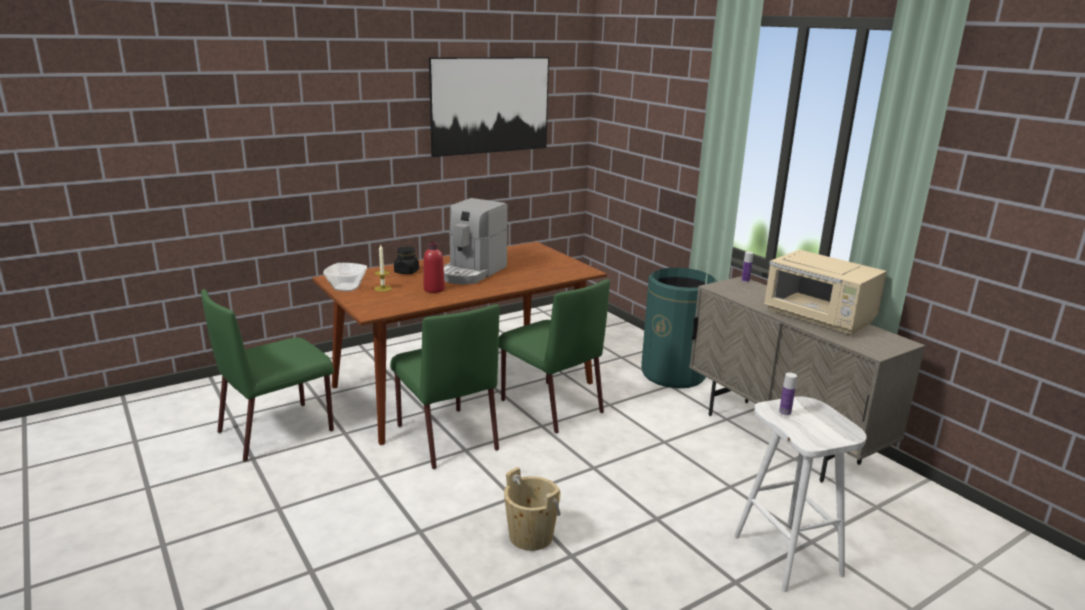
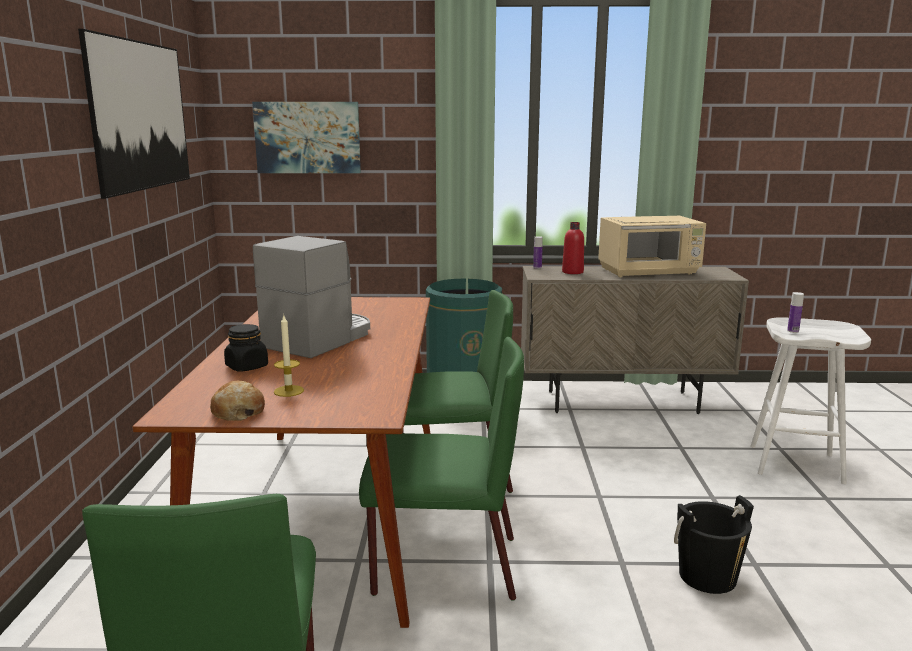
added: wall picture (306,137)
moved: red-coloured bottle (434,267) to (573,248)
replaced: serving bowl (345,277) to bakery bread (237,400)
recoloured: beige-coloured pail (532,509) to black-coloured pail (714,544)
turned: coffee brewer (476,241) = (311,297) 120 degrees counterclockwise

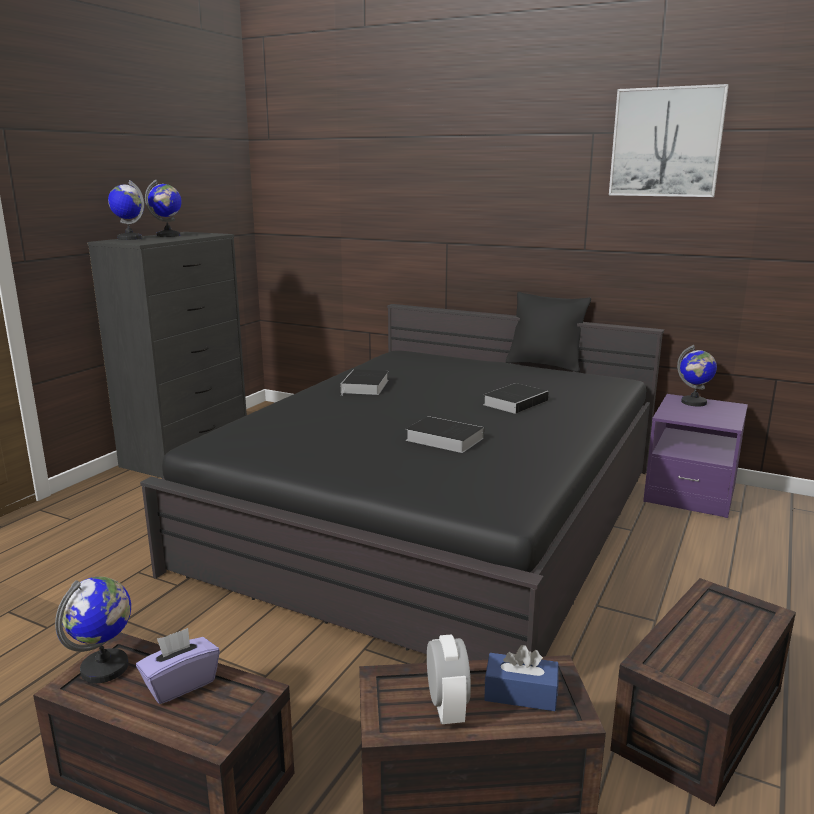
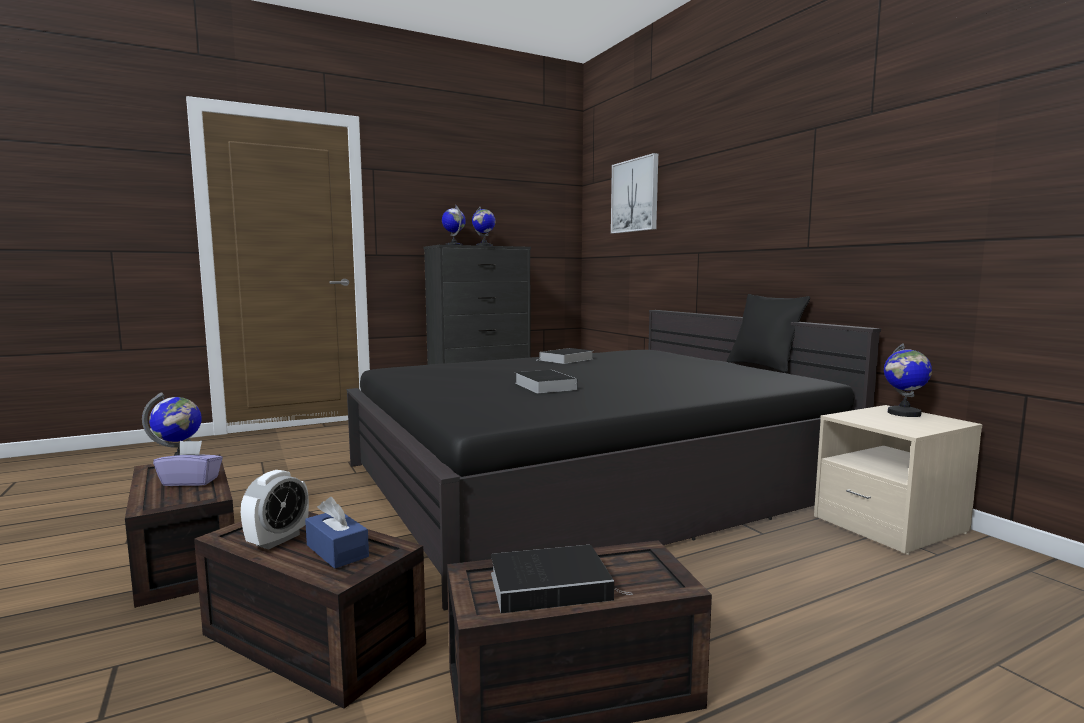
moved: bound book (517,398) to (562,579); wall picture (669,140) to (634,193)
recoloured: purple-coloured nightstand (695,456) to beige-coloured nightstand (898,480)

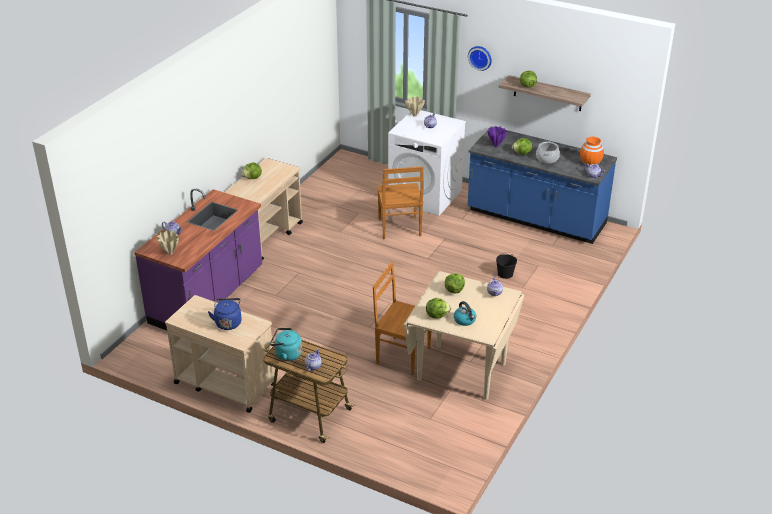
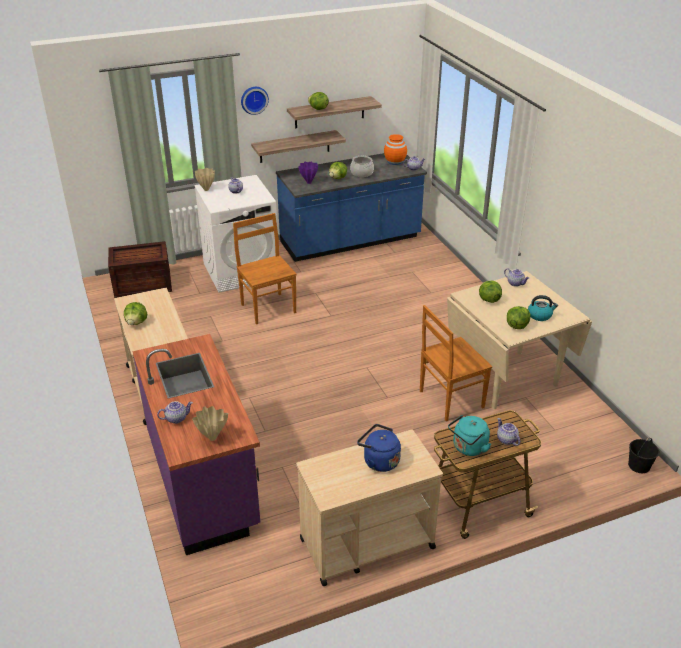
added: crate (140,269); shelf (298,146)
moved: black-coloured pail (506,265) to (643,455)
turned: brownish chair (400,202) = (265,268) 150 degrees counterclockwise

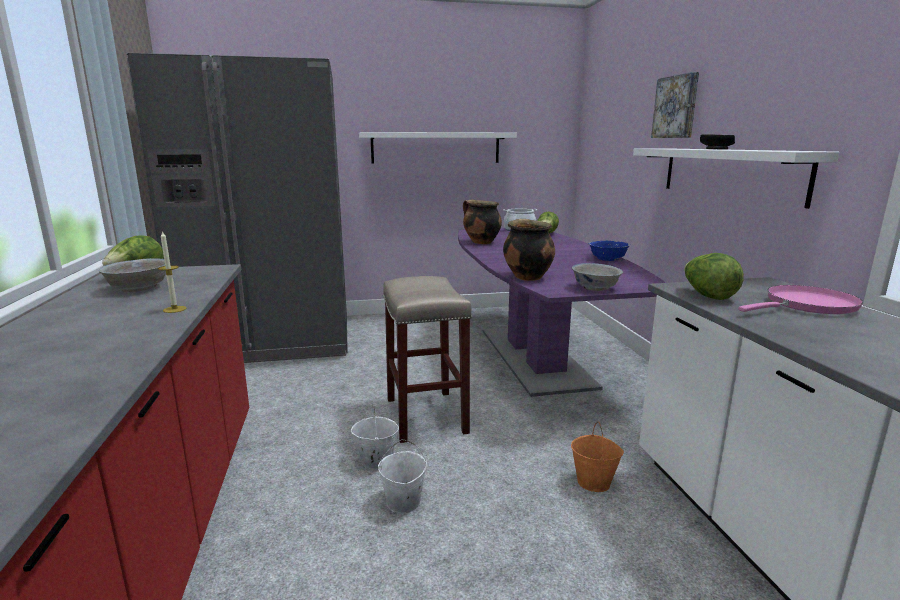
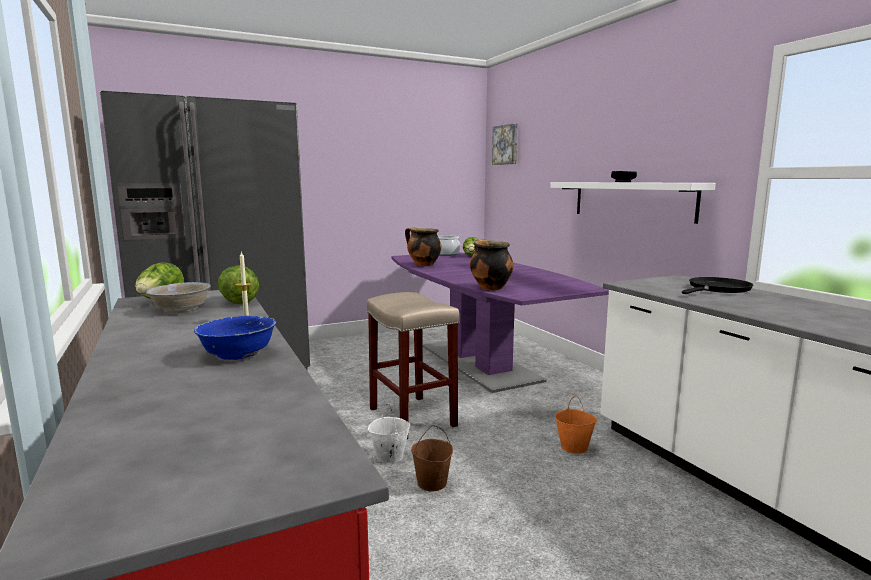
removed: white shelf (438,148); white serving bowl (597,277)
moved: blue serving bowl (609,251) to (235,338); wall picture (675,105) to (505,144); lettuce head (714,276) to (238,284)
recoloured: white pail (402,476) to brownish pail (432,458); pink frying pan (800,299) to black-coloured frying pan (717,285)

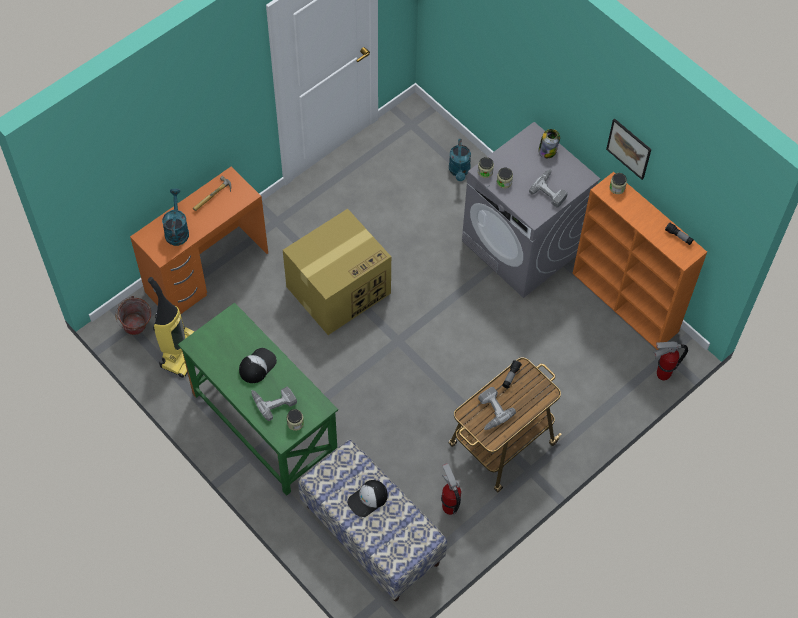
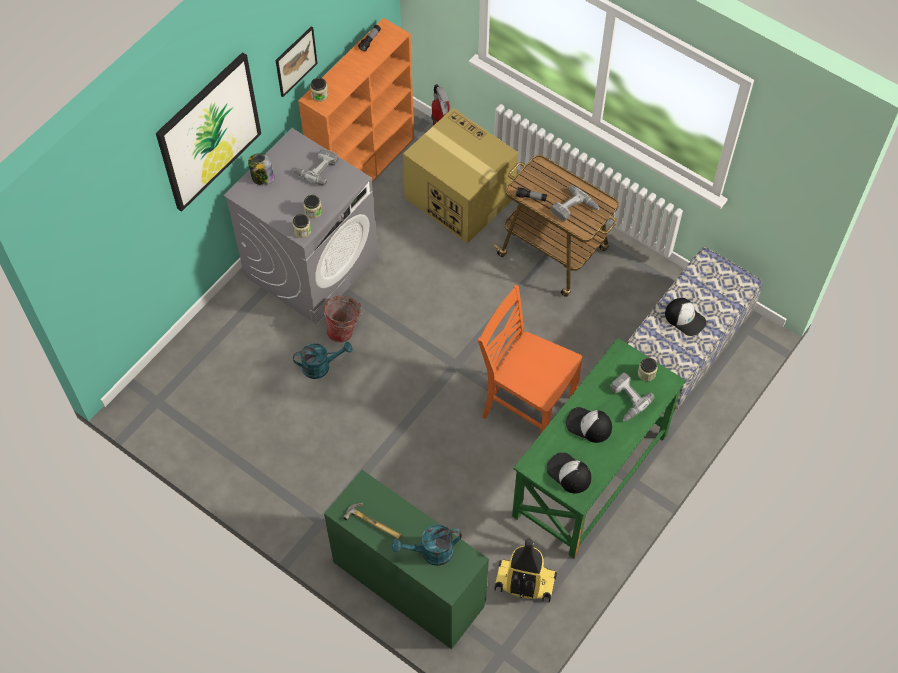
removed: fire extinguisher (451,489)
added: wall picture (208,132); orange chair (530,359); cap (568,472)
moved: pail (133,315) to (343,319); cardboard box (337,272) to (460,176); turquoise watering can (460,160) to (323,360)
recoloured: orange desk unit (199,240) to green desk unit (406,559)

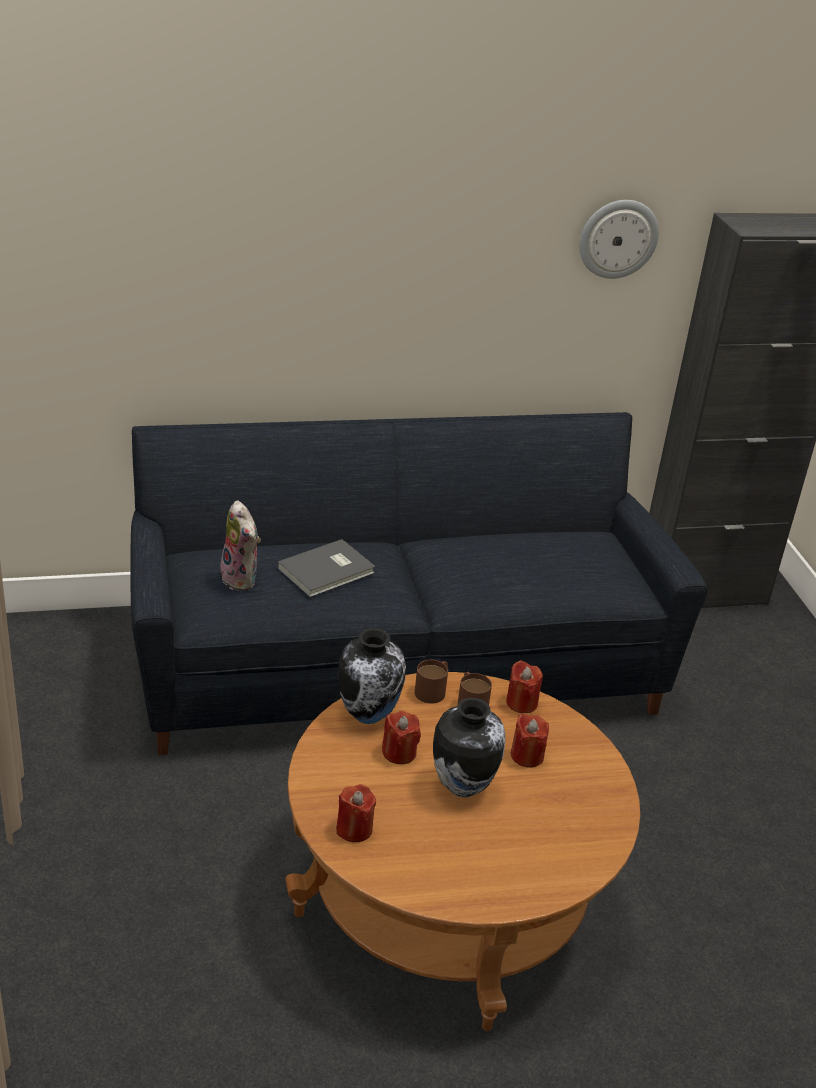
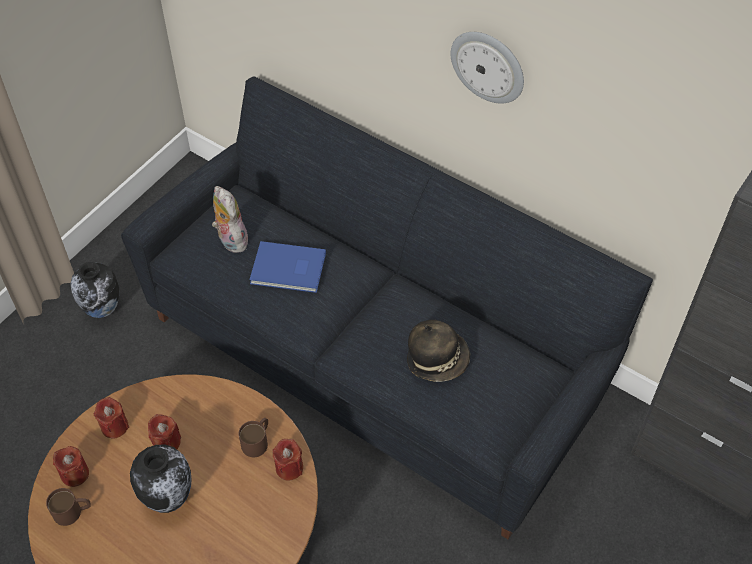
added: hat (438,351)
moved: flower vase (372,676) to (94,290); brownish mug (431,682) to (68,507); red-coloured wax candle (530,741) to (111,418); wall clock (619,239) to (487,68)
recoloured: gray bound book (326,568) to blue bound book (287,267)
turned: cuddly toy (239,545) = (231,219) 135 degrees clockwise

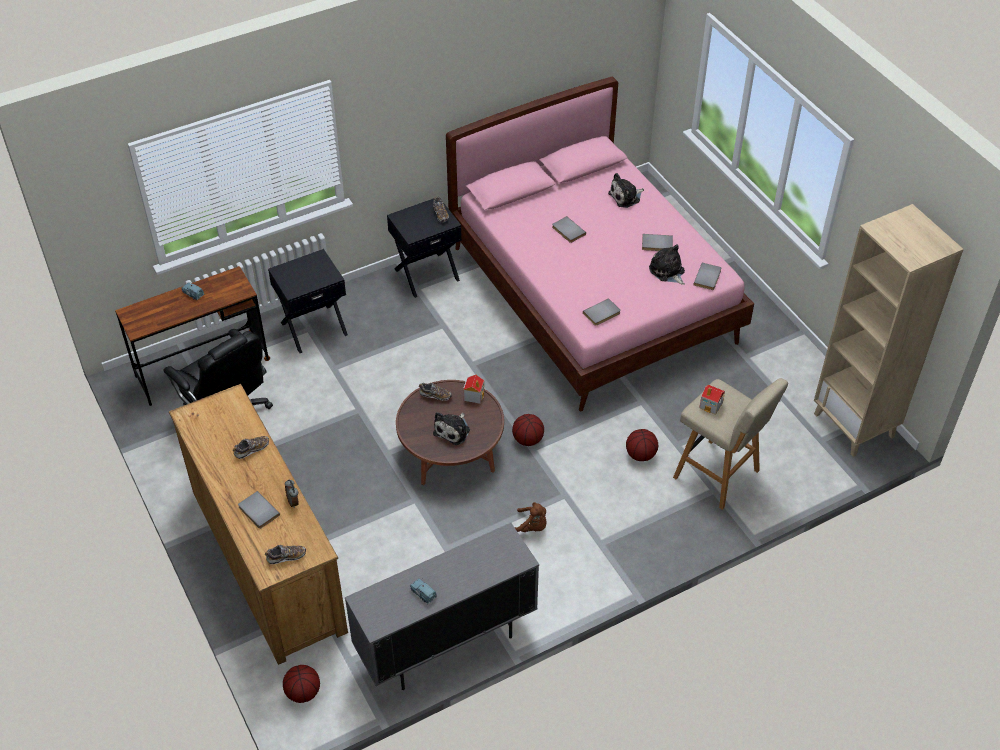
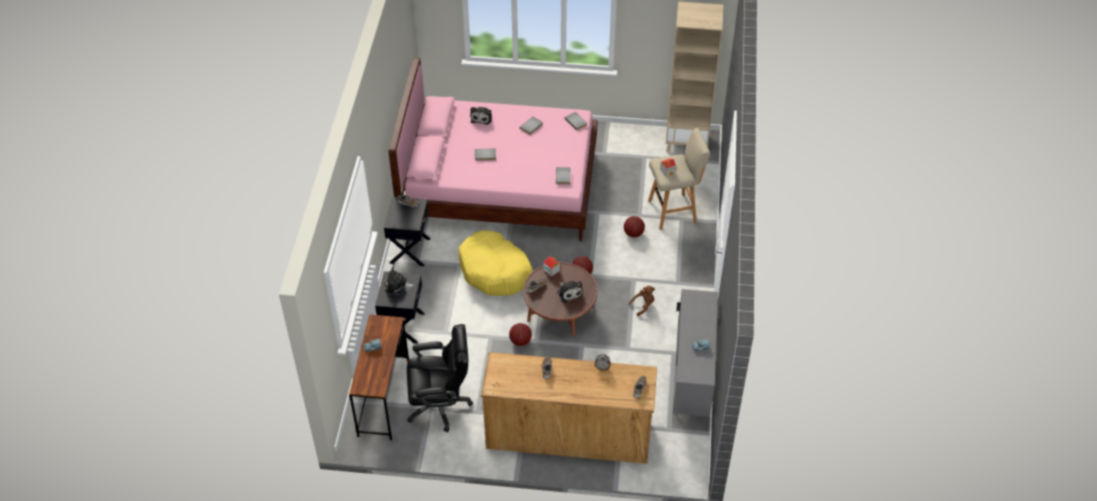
removed: gray bound book (259,510)
added: yellow-coloured dog cushion (495,263)
moved: basketball (301,684) to (520,334); cuddly toy (667,265) to (400,281)

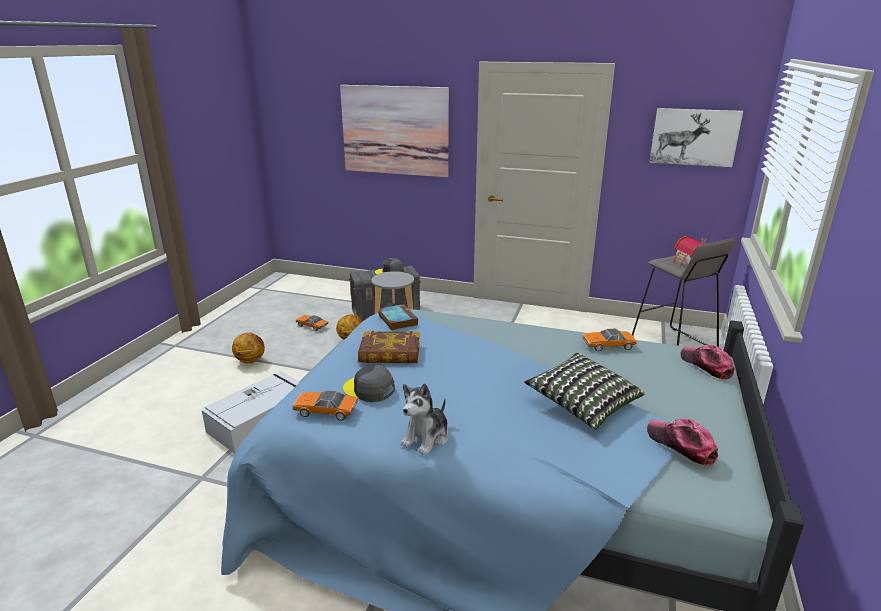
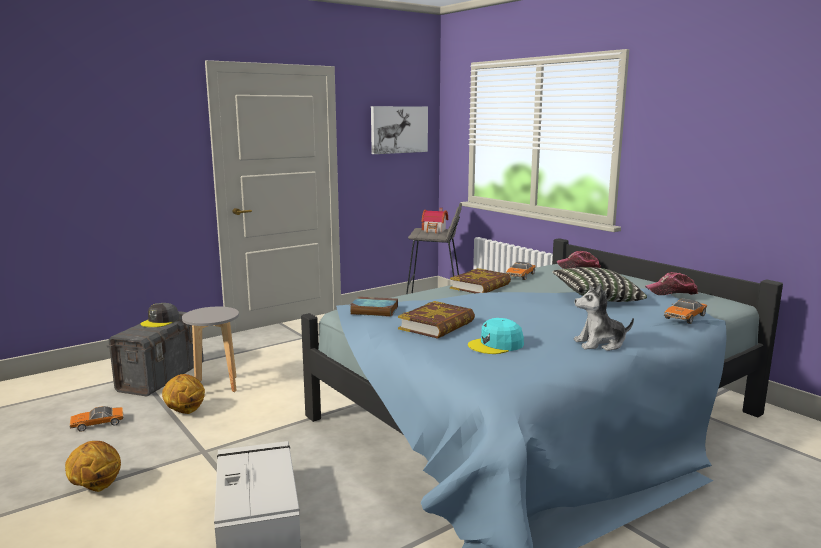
removed: wall picture (394,131)
added: bound book (480,281)
moved: model car (325,405) to (685,311)
recoloured: gray cap (369,383) to turquoise cap (496,336)
turned: cuddly toy (424,419) = (604,317) 105 degrees clockwise

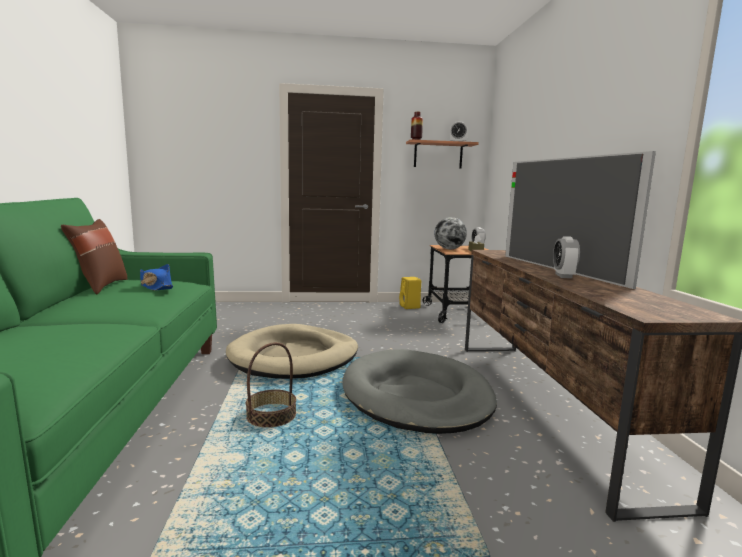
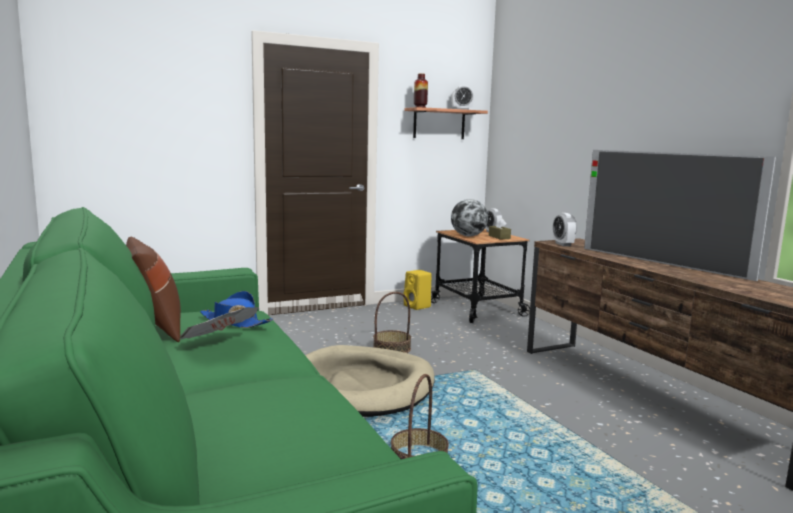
removed: gray dog cushion (419,391)
added: printed paper (218,323); basket (392,322)
moved: bedside clock (566,257) to (565,229)

